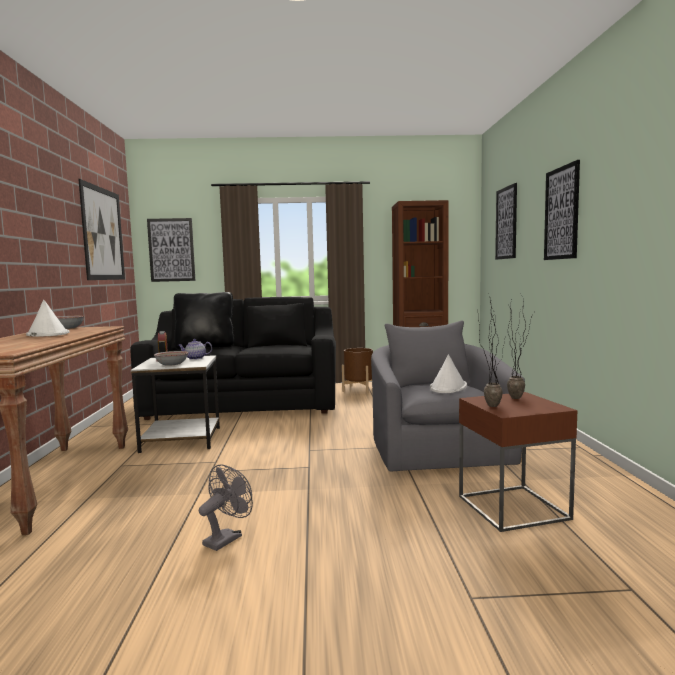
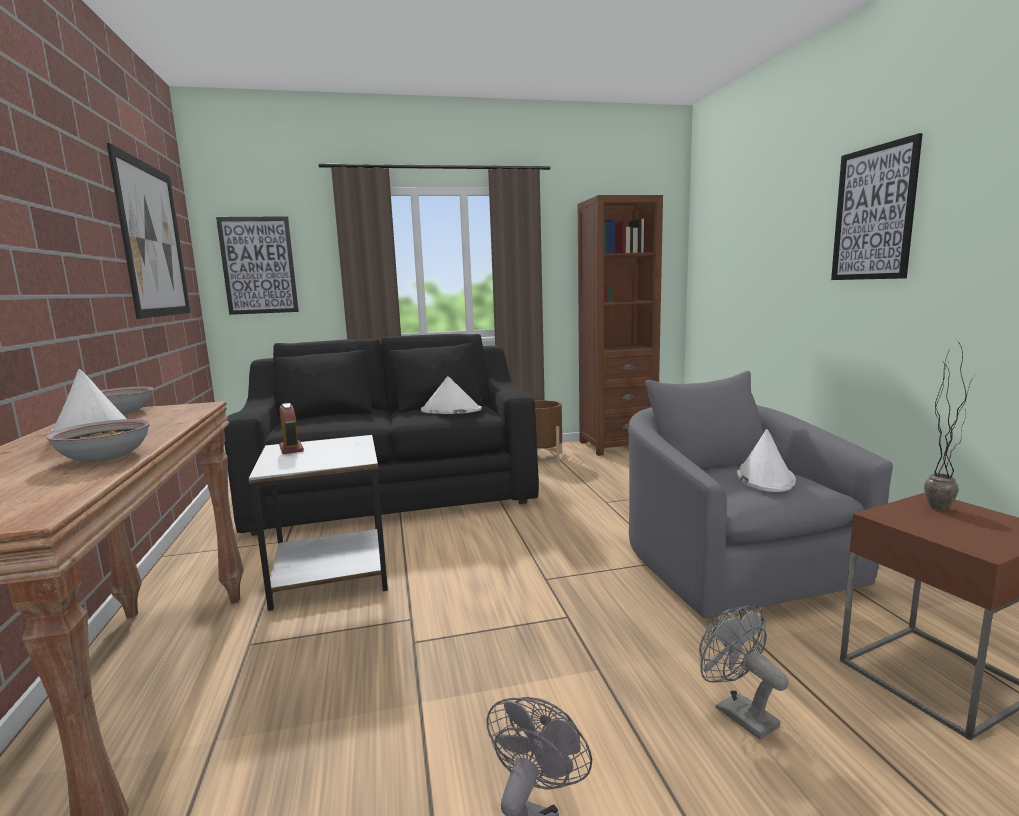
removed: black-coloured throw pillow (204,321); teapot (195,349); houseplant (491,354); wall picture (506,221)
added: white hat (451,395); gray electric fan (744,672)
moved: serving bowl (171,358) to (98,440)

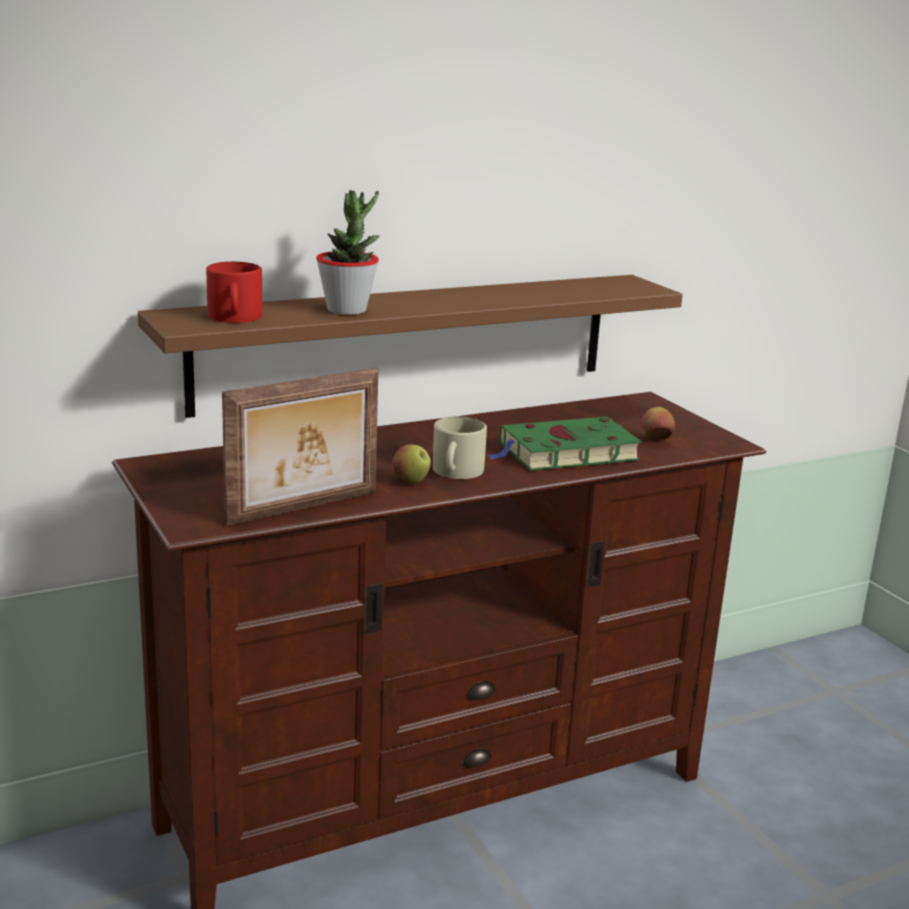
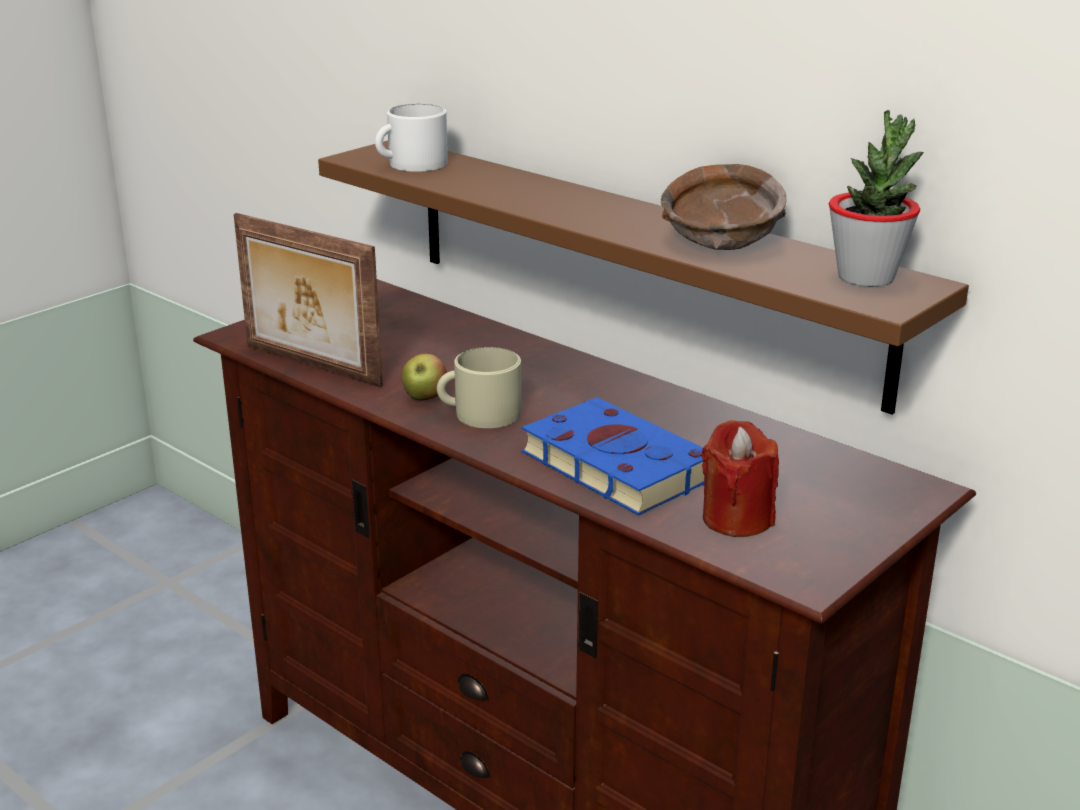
added: brownish serving bowl (723,207)
moved: houseplant (348,252) to (876,198)
replaced: apple (657,424) to red-coloured wax candle (740,478)
recoloured: red-coloured mug (234,292) to white mug (411,138); green bound book (565,444) to blue bound book (613,456)

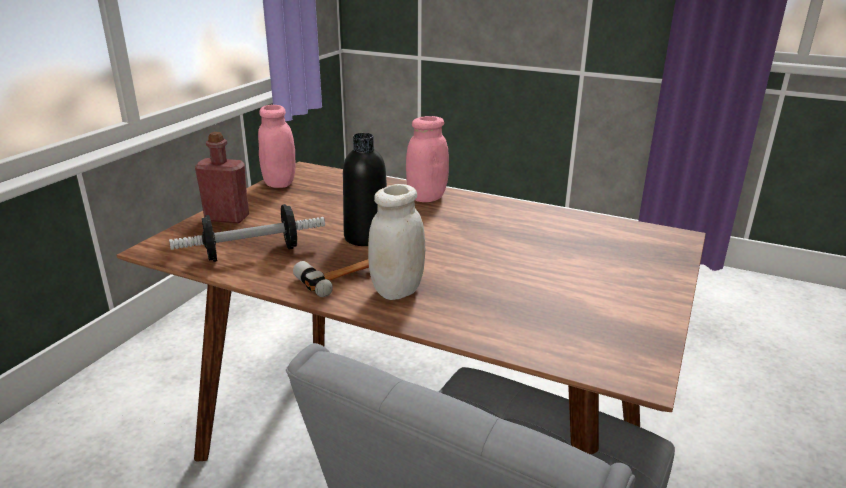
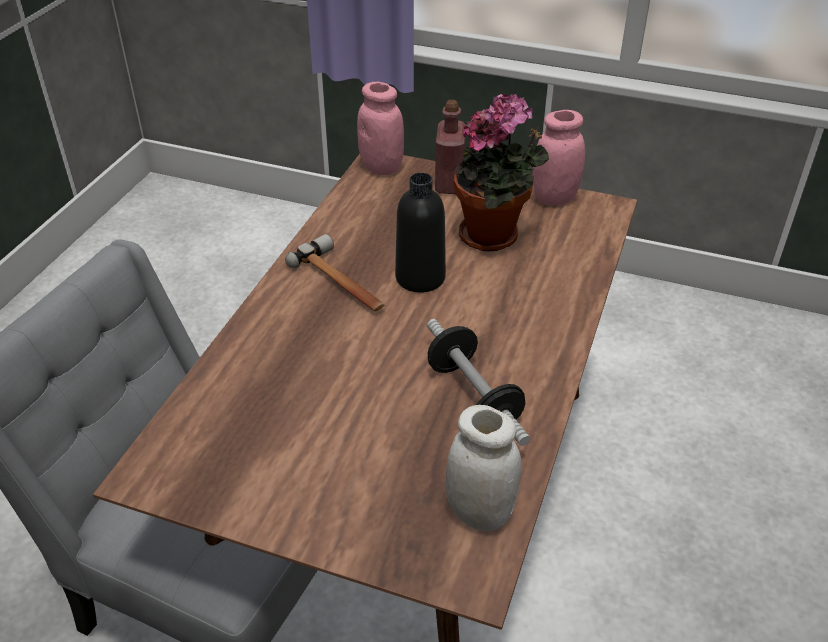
added: houseplant (501,173)
moved: dumbbell (247,233) to (478,382); white storage jar (396,242) to (484,468); pink storage jar (427,159) to (380,128)

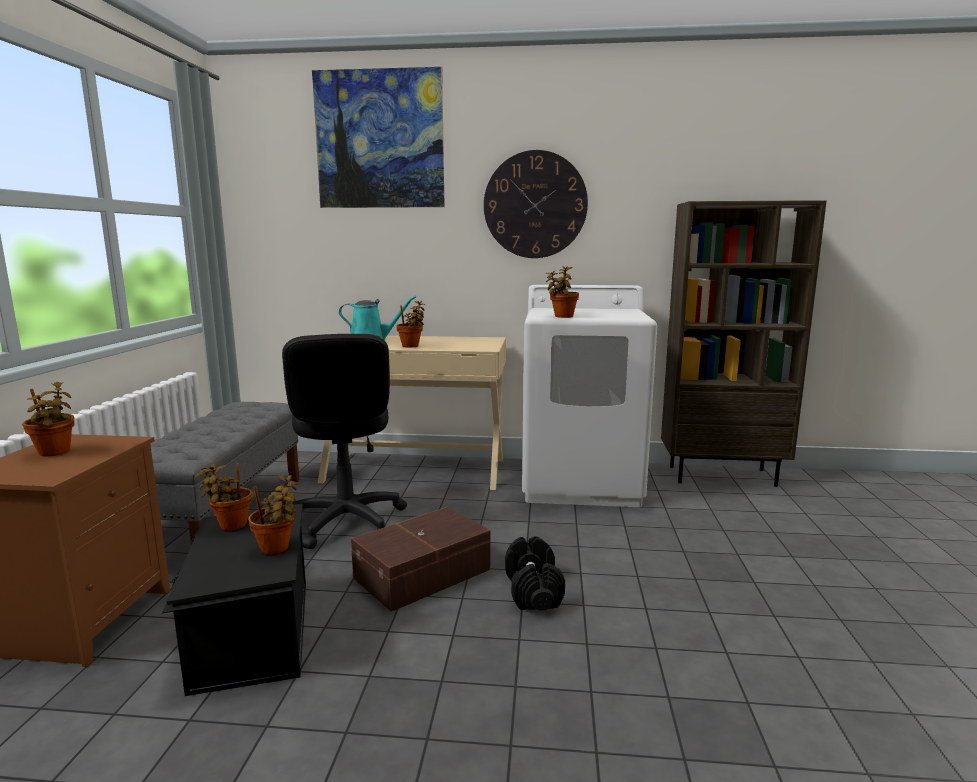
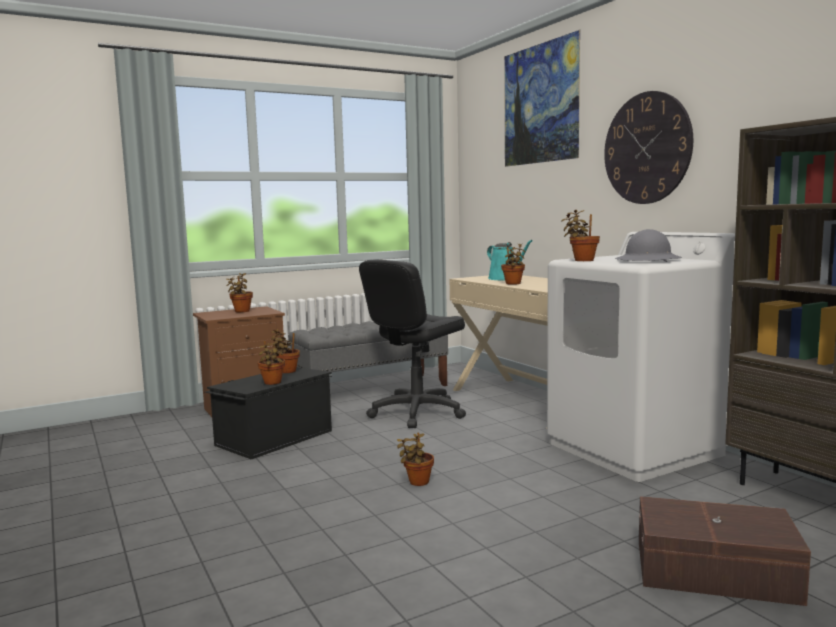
added: gray safety helmet (648,245)
moved: brownish storage container (421,559) to (725,551)
replaced: black-coloured dumbbell (535,573) to houseplant (415,459)

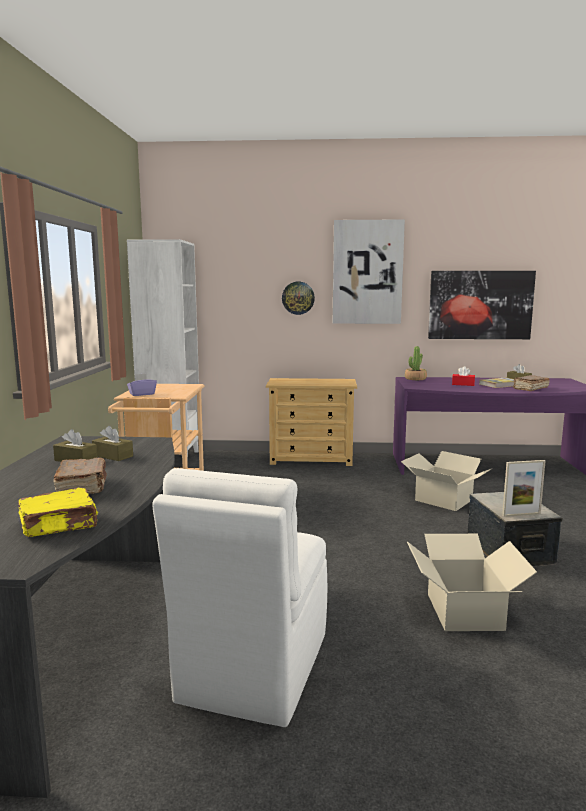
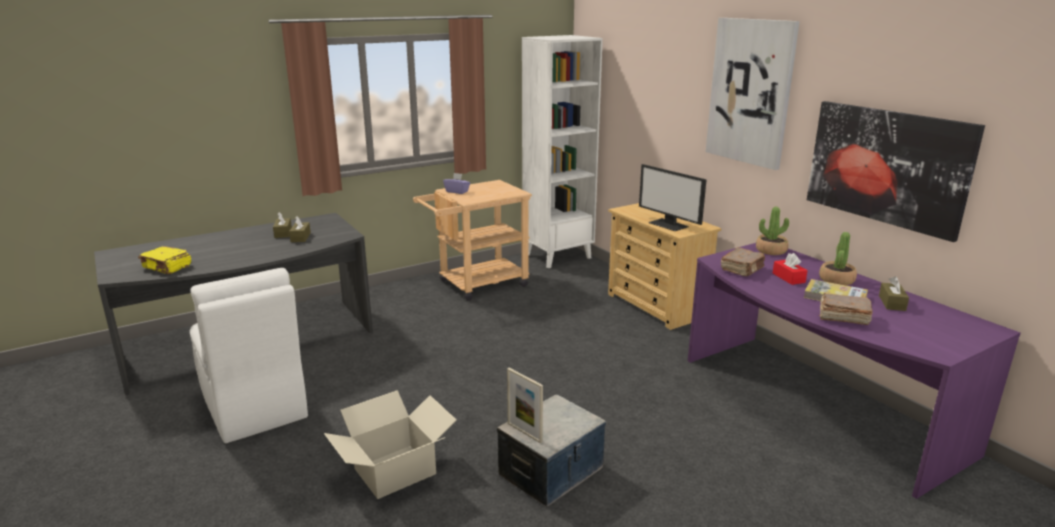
removed: wall clock (298,298); cardboard box (447,481)
added: computer display (673,197); houseplant (838,258)
moved: brownish bound book (80,475) to (743,261)
turned: white chair (239,597) = (249,355) 105 degrees counterclockwise

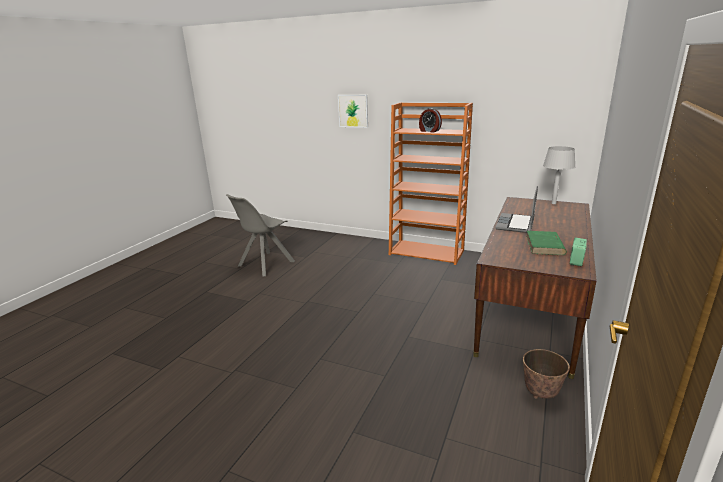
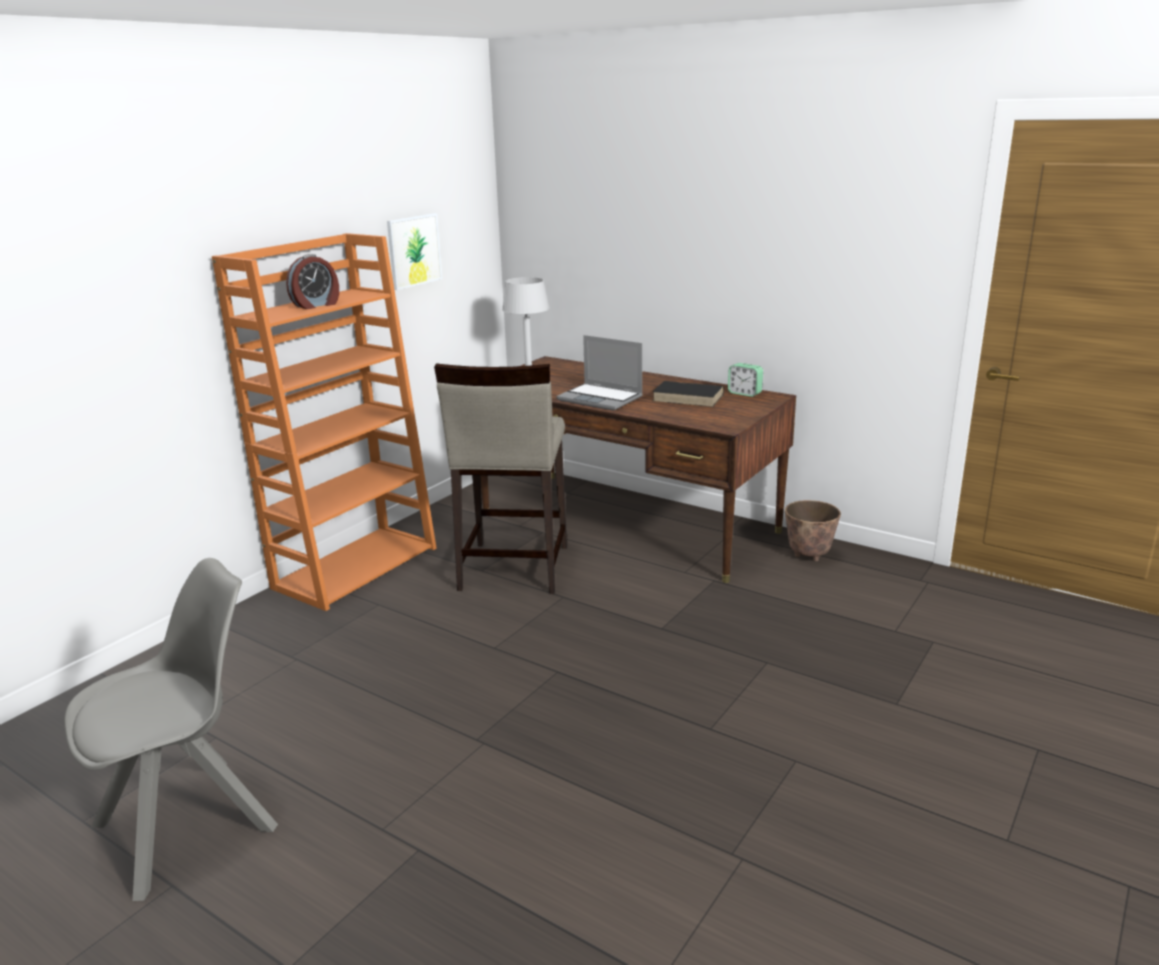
added: beige-coloured stool seat (500,478)
moved: wall picture (353,111) to (414,251)
recoloured: green bound book (546,243) to black-coloured bound book (688,394)
turned: gray chair (260,235) = (171,729) 90 degrees counterclockwise

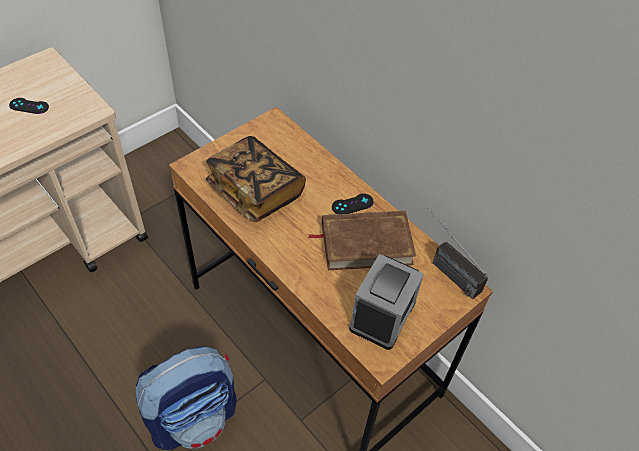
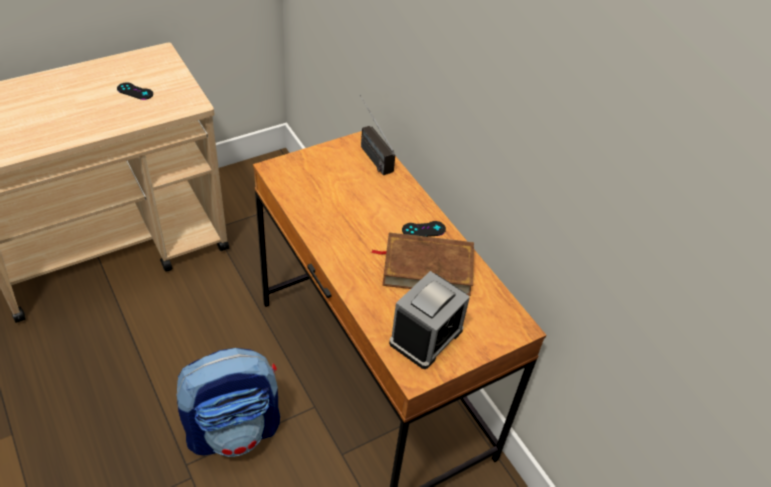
removed: bound book (256,179)
moved: radio set (458,253) to (377,135)

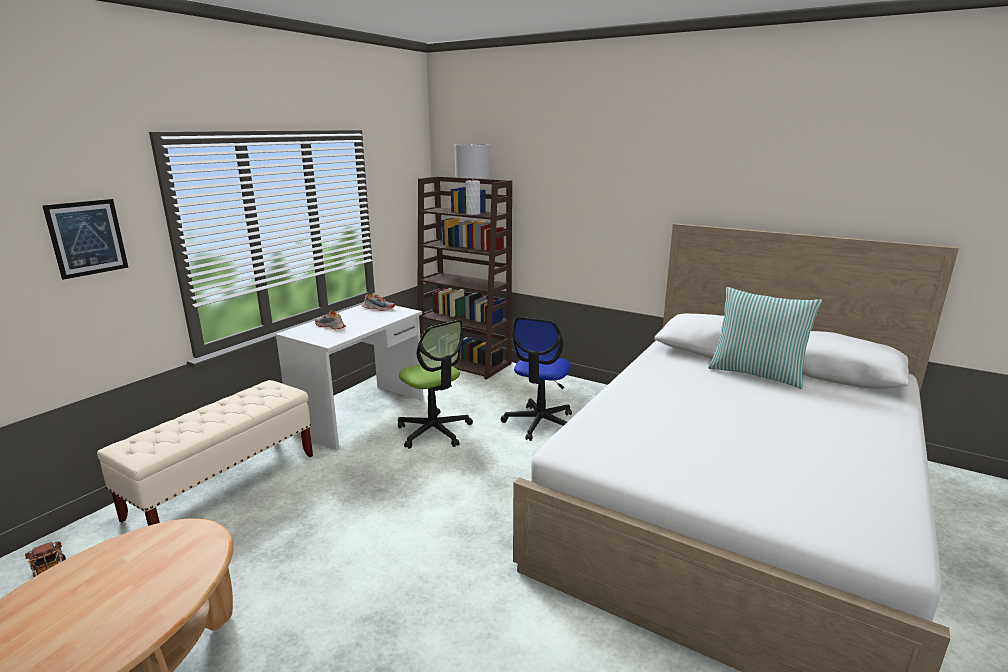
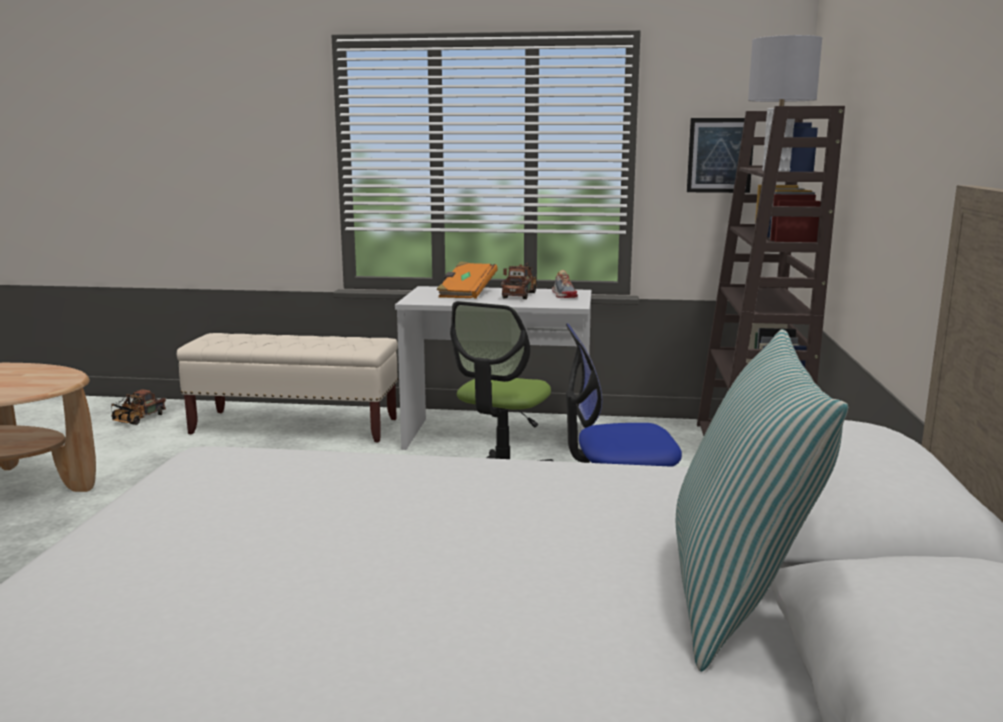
added: toy lorry (519,281)
moved: wall picture (85,239) to (720,155)
replaced: low shoe (330,319) to orange bound book (467,280)

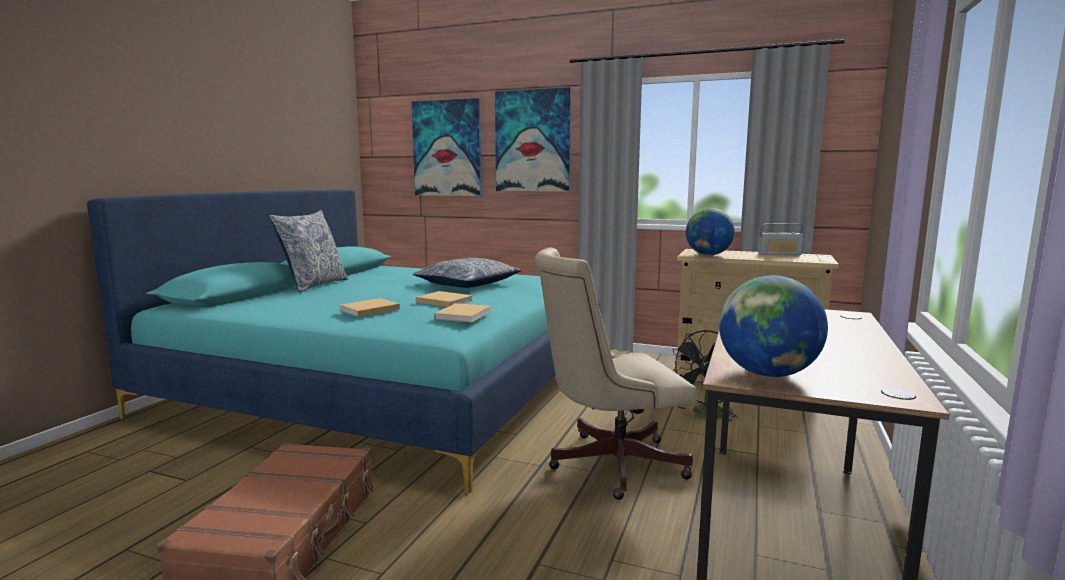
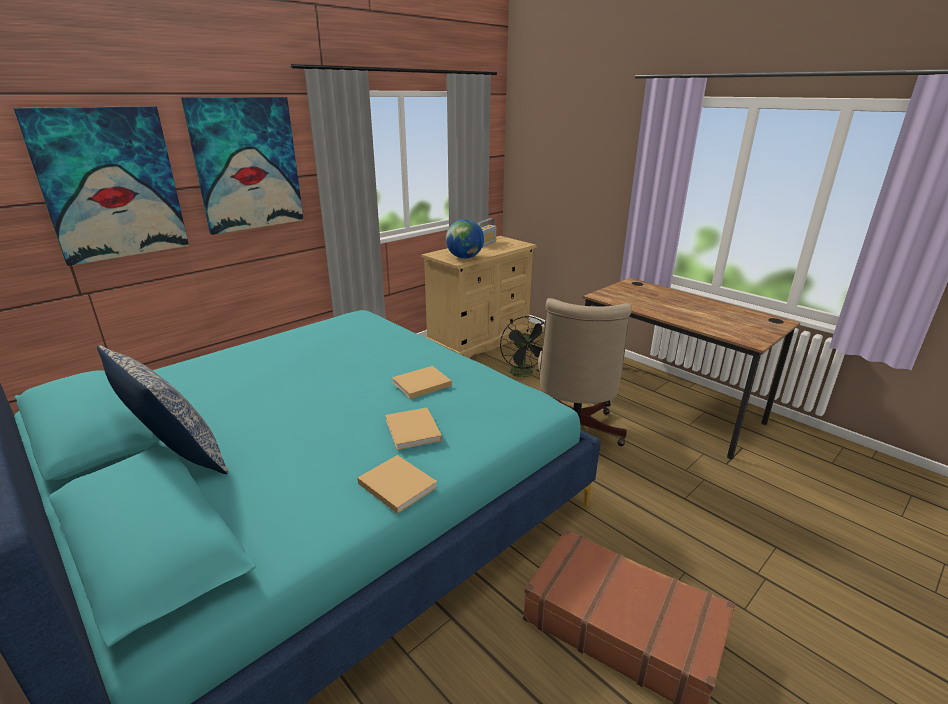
removed: throw pillow (467,273); world globe (773,326)
moved: beige-coloured bound book (462,312) to (397,484)

